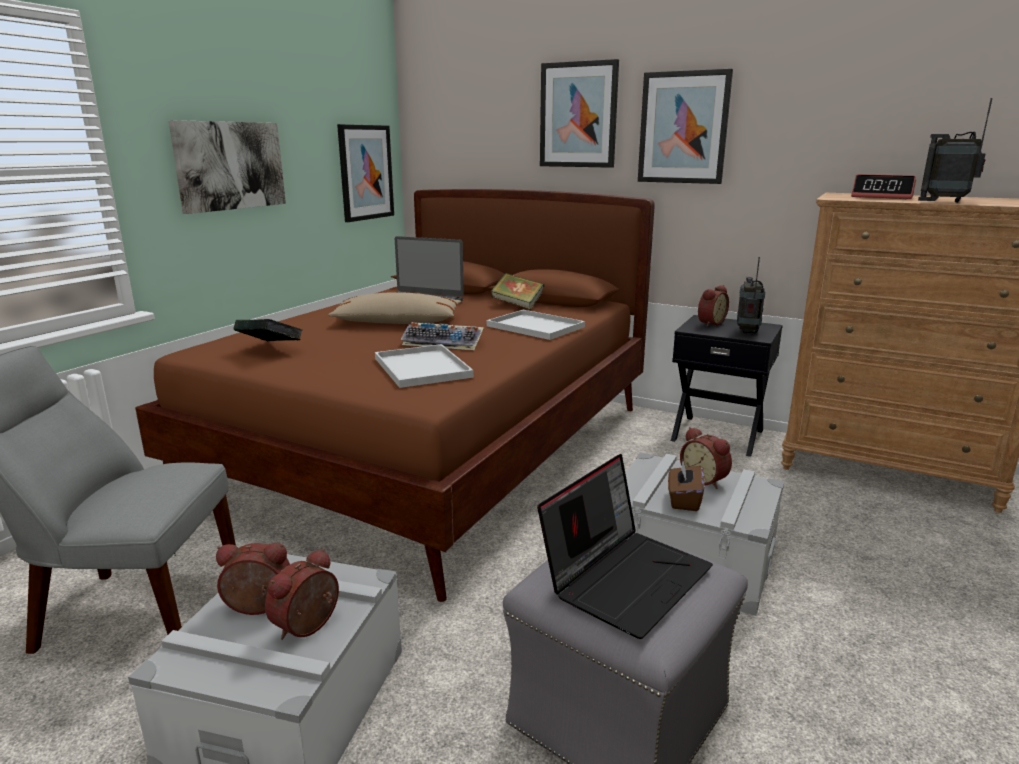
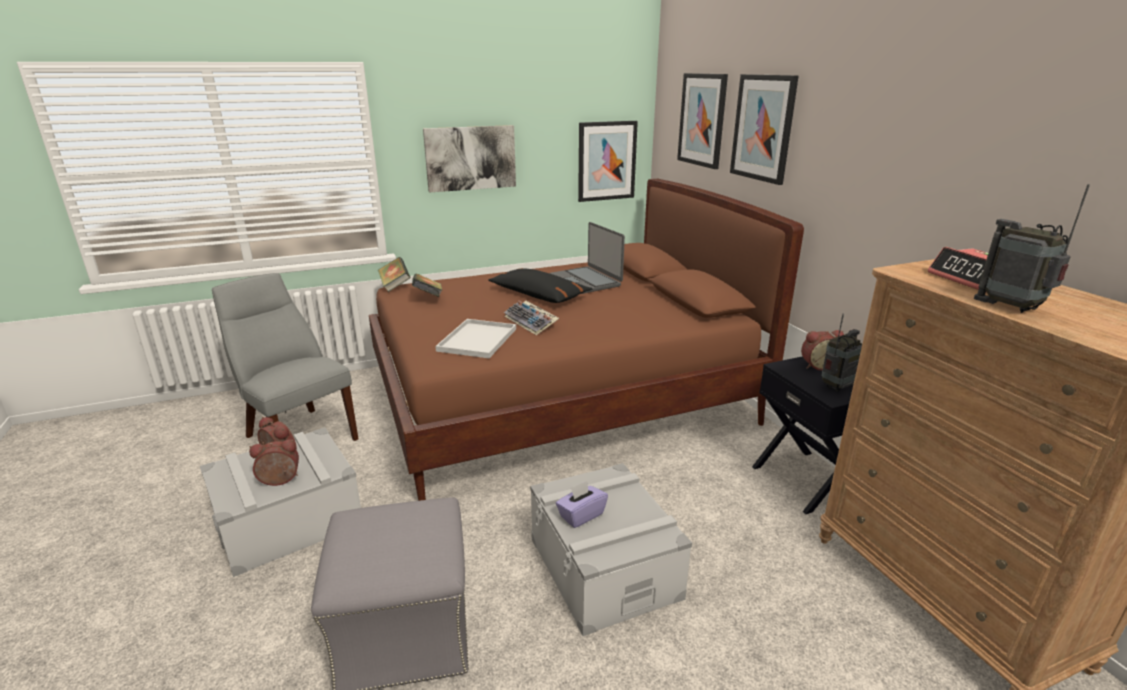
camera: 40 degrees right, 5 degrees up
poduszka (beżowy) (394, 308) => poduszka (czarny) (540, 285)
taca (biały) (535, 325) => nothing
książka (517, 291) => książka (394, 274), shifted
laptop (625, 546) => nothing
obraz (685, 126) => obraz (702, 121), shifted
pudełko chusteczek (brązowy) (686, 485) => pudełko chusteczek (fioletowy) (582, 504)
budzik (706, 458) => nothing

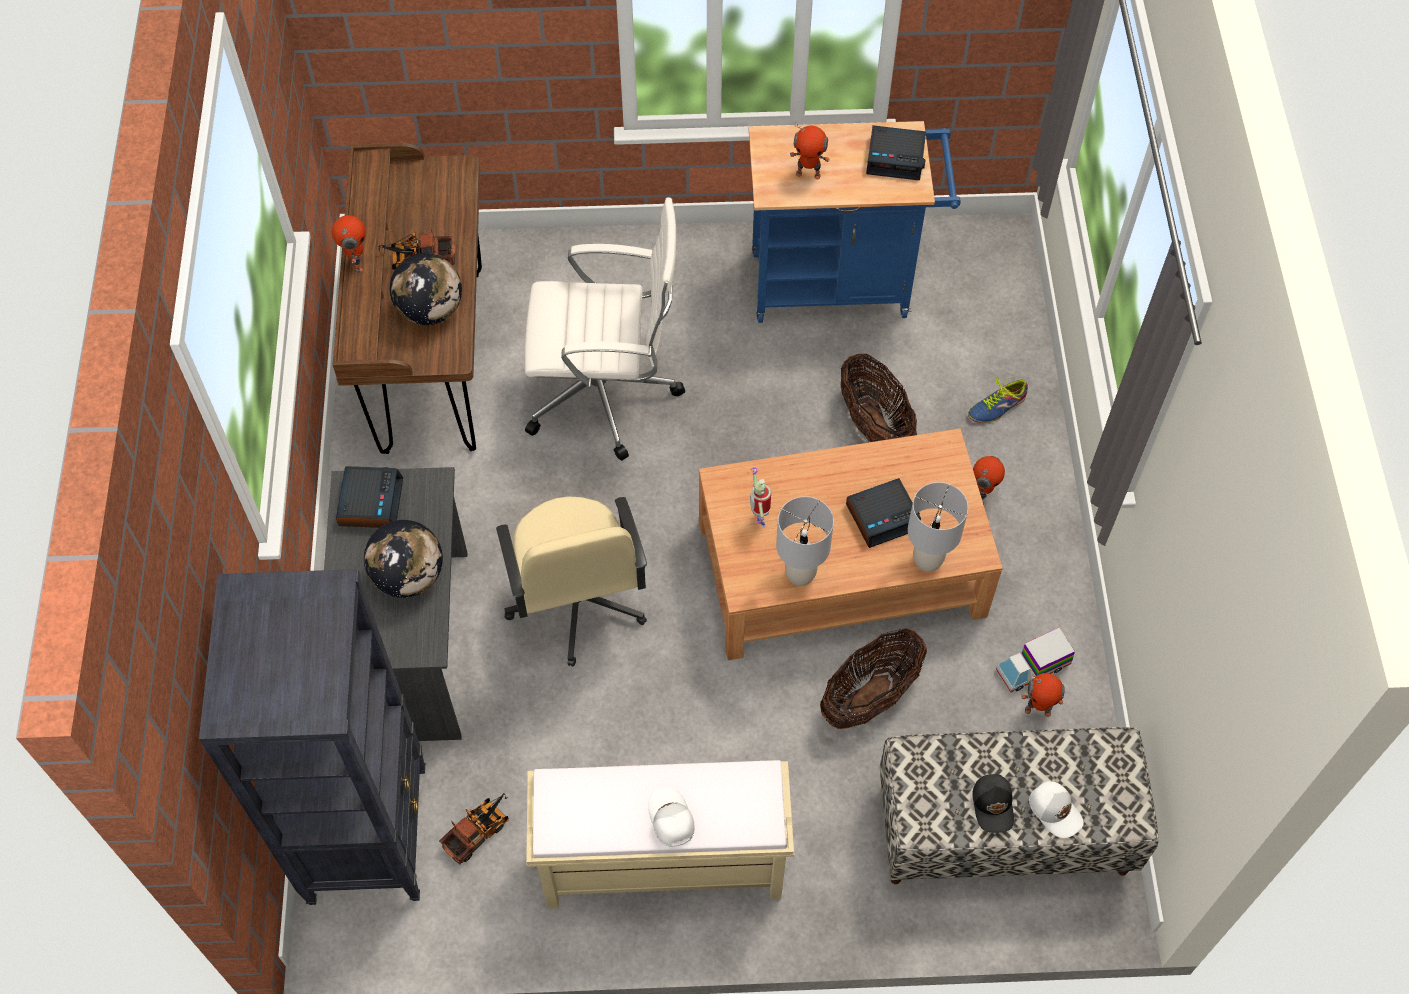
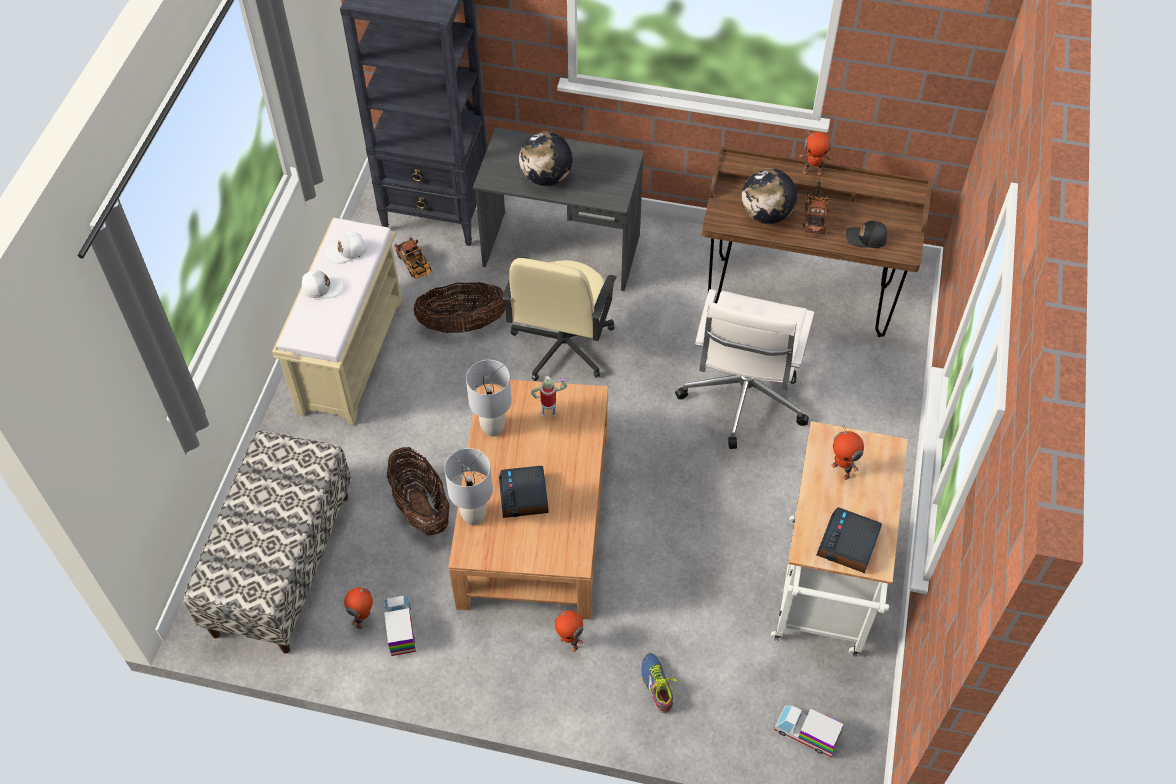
camera: 105 degrees right, 5 degrees down
budzik (369, 497) => nothing
krzesło biurowe (beżowy) (571, 581) => krzesło biurowe (beżowy) (559, 319), 75 degrees counterclockwise
wózek (niebieski) (855, 222) => wózek (biały) (839, 539)
robot zabawkowy (810, 151) => robot zabawkowy (848, 451), 60 degrees counterclockwise
koszyk (879, 398) => koszyk (459, 307), shifted
czapka z daszkiem (czarny) (993, 803) => czapka z daszkiem (czarny) (866, 234), shifted
czapka z daszkiem (biały) (1056, 809) => czapka z daszkiem (biały) (346, 248), shifted
nothing => ciężarówka zabawkowa (809, 731)

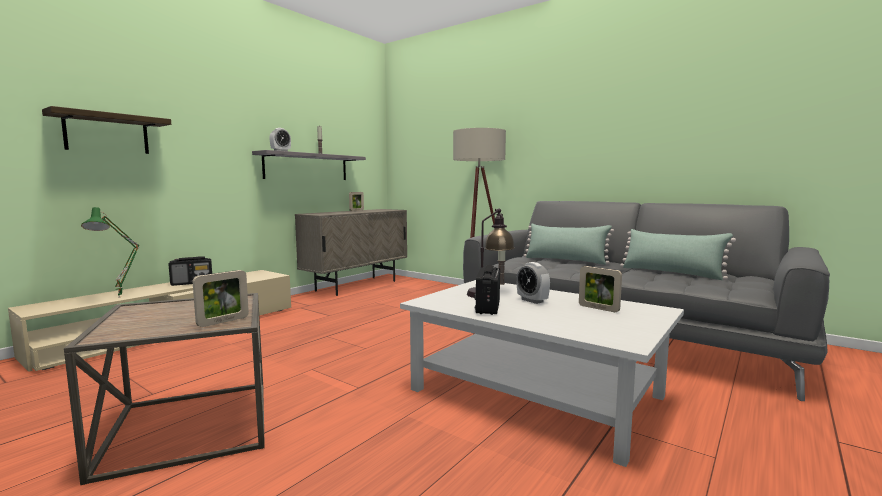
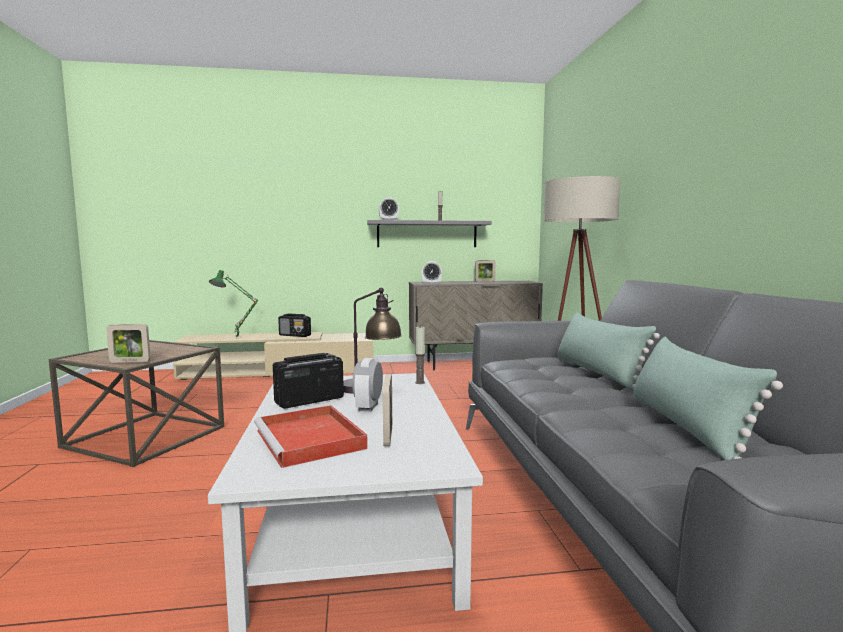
camera: 45 degrees right, 0 degrees up
półka (106, 130) => nothing
nothing => taca (czerwony) (311, 436)
nothing => budzik (432, 272)

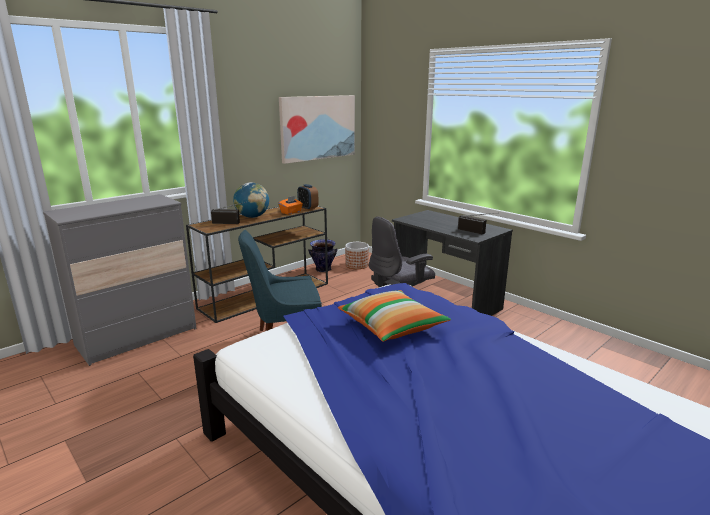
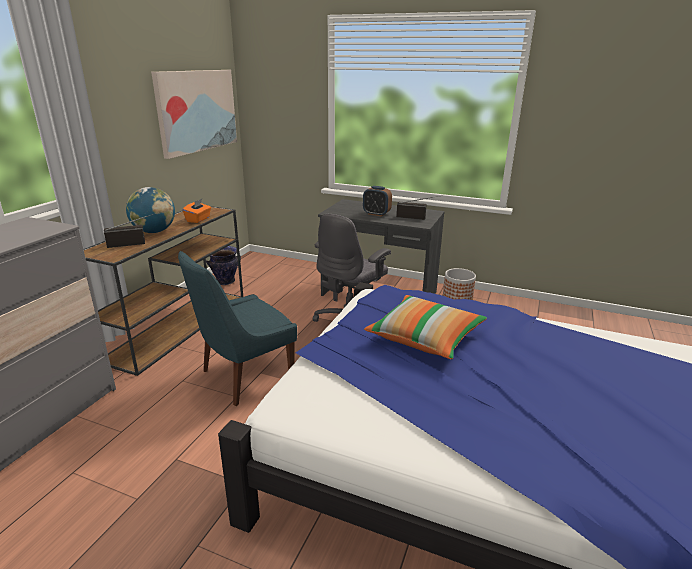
camera: 25 degrees left, 5 degrees up
budzik (308, 197) => budzik (377, 201), shifted
donica (357, 255) => donica (459, 284), shifted

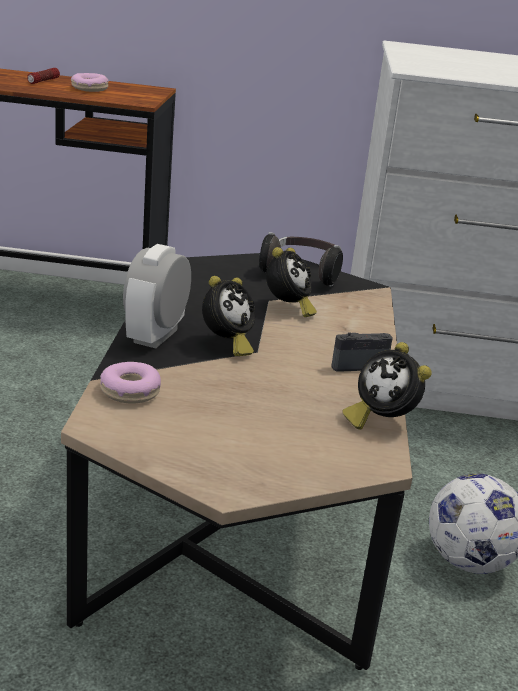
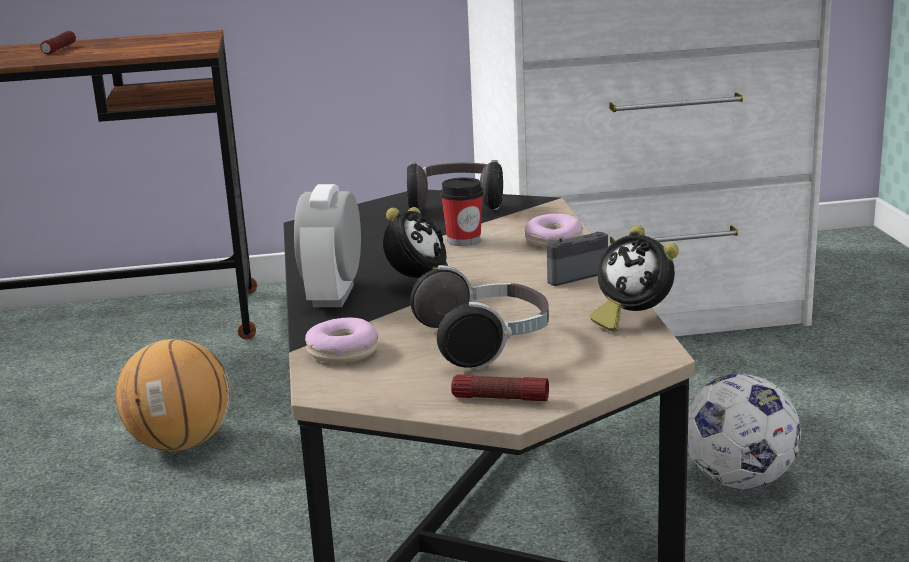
camera: 10 degrees left, 5 degrees down
donut (90, 82) => donut (554, 231), shifted
budzik (291, 282) => filiżanka (461, 211)
nothing => piłka do koszykówki (173, 395)
nothing => słuchawki (479, 318)
nothing => latarka (500, 387)

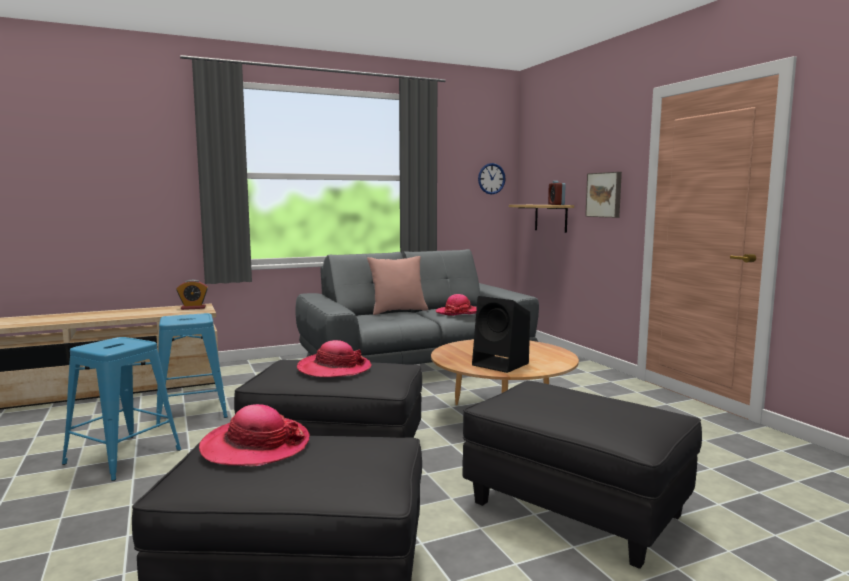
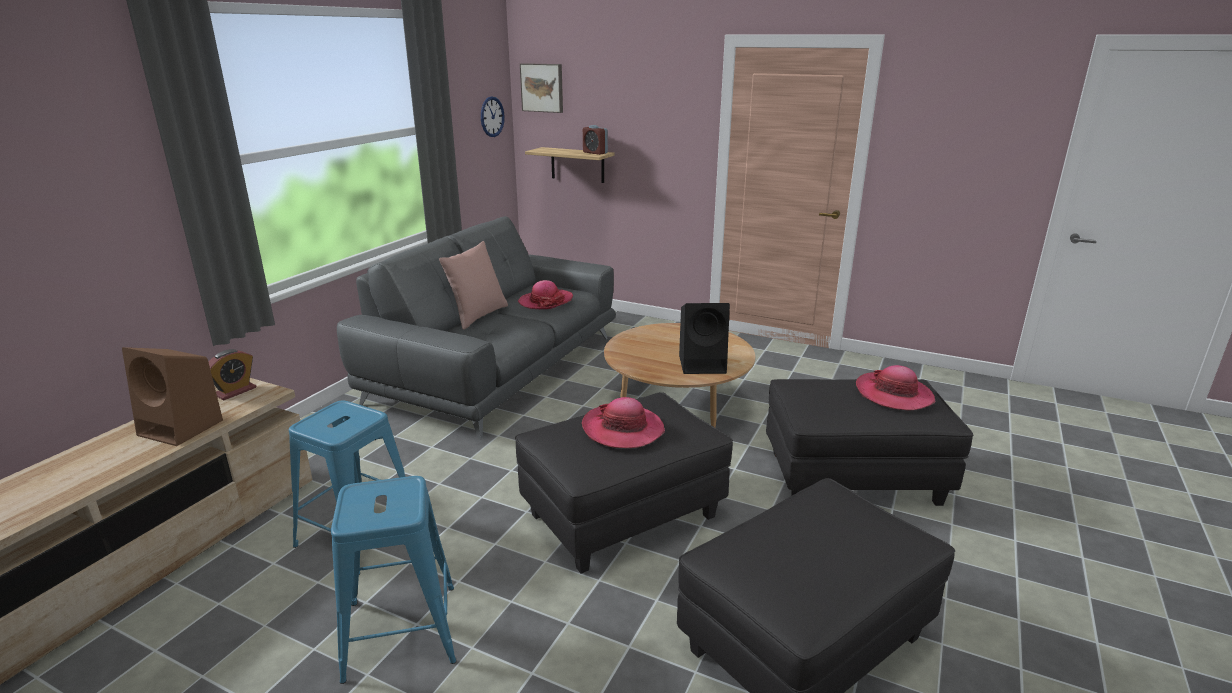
camera: 40 degrees left, 15 degrees up
kapelusz (254, 435) => kapelusz (896, 388), shifted
obraz (603, 195) => obraz (541, 88), shifted
nothing => głośnik (brązowy) (172, 396)

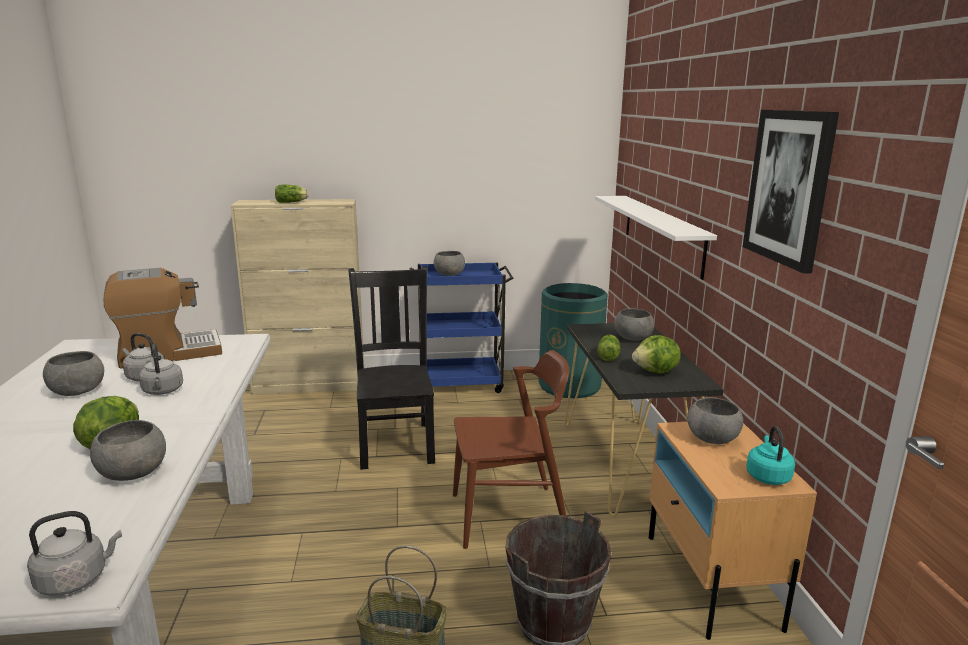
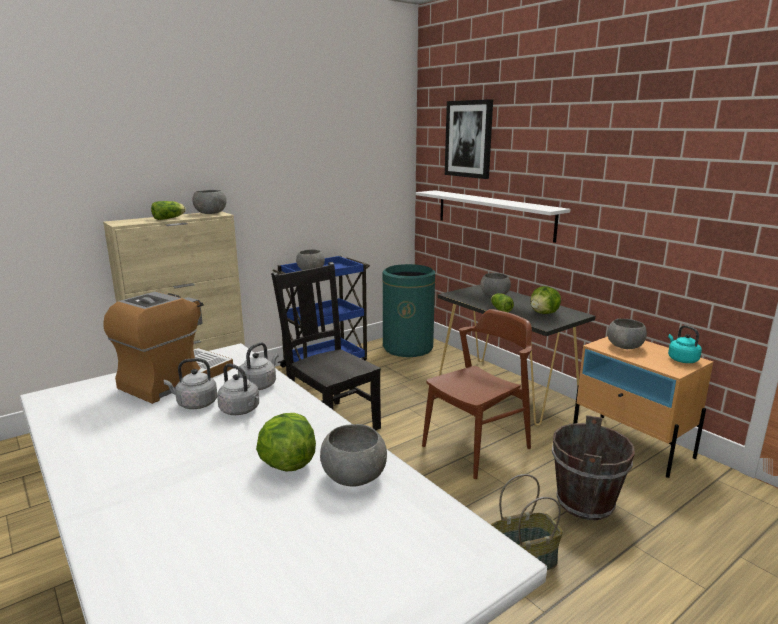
camera: 30 degrees left, 0 degrees up
czajnik (szary) (74, 553) => czajnik (szary) (258, 366), shifted
miska (szary) (73, 373) => miska (szary) (209, 202), shifted
obraz (791, 192) => obraz (469, 139), shifted

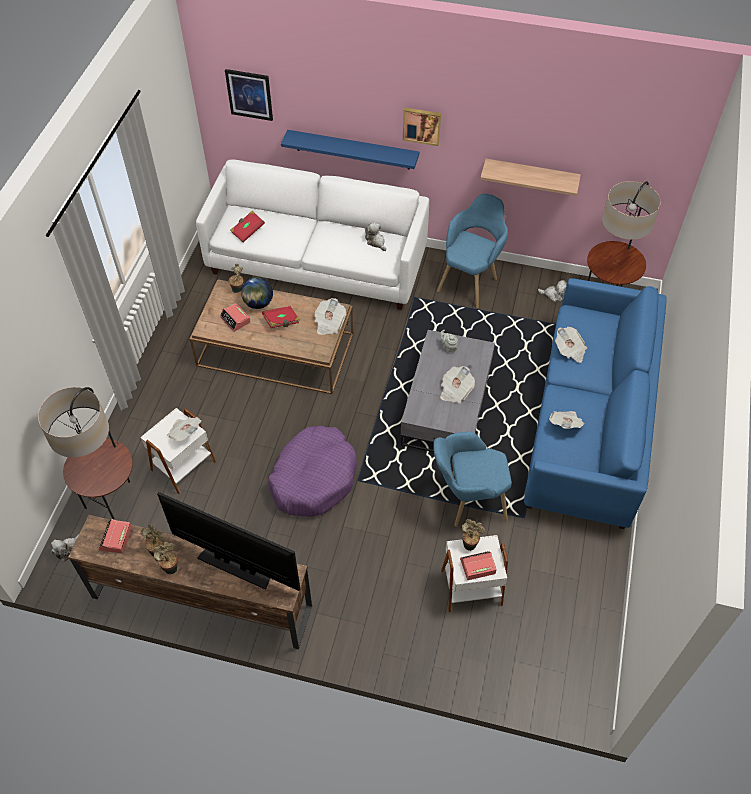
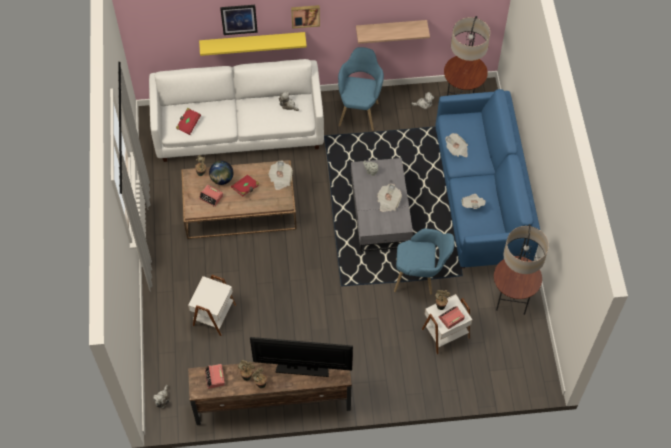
camera: 20 degrees left, 5 degrees up
lampa stojąca (85, 453) => lampa stojąca (521, 269), shifted
gazeta (184, 429) => nothing
obraz (249, 95) => obraz (239, 20), shifted
legowisko (fioletowy) (313, 471) => nothing
półka (niebieski) (350, 150) => półka (żółty) (253, 44)
fotel (niebieski) (473, 479) => fotel (niebieski) (424, 261), 150 degrees counterclockwise

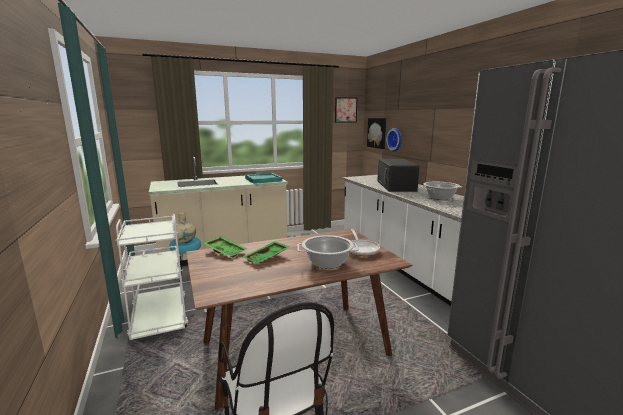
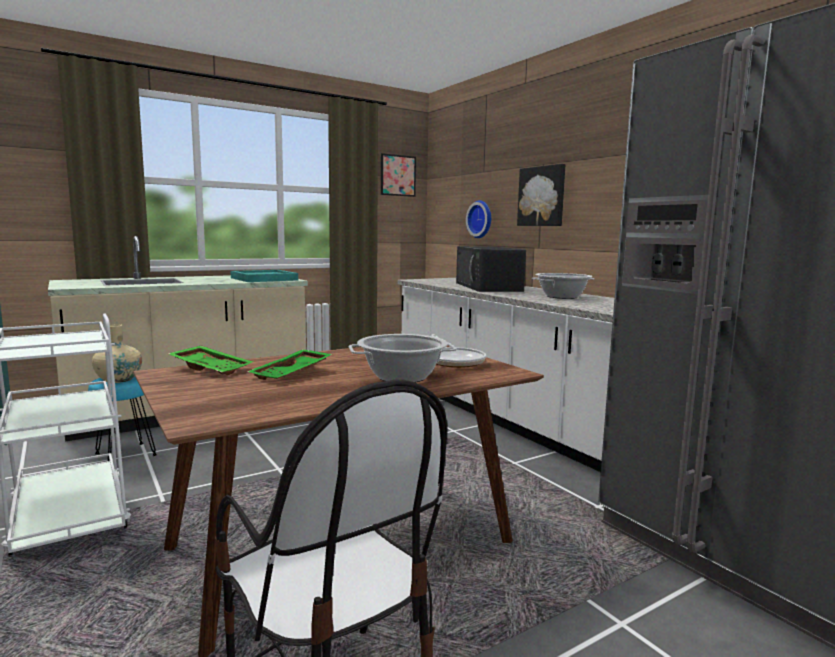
camera: 10 degrees left, 5 degrees down
obraz (376, 133) => obraz (541, 195), shifted

